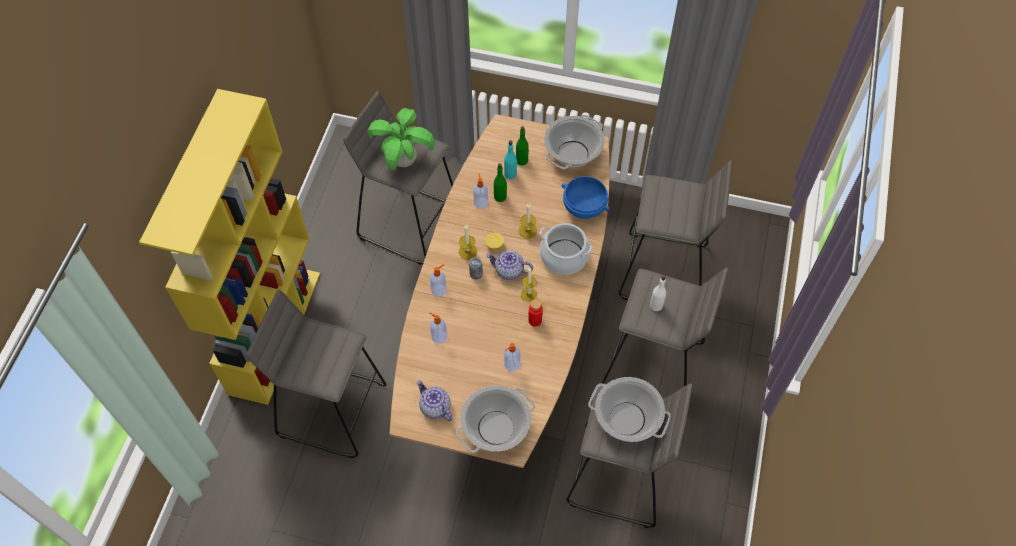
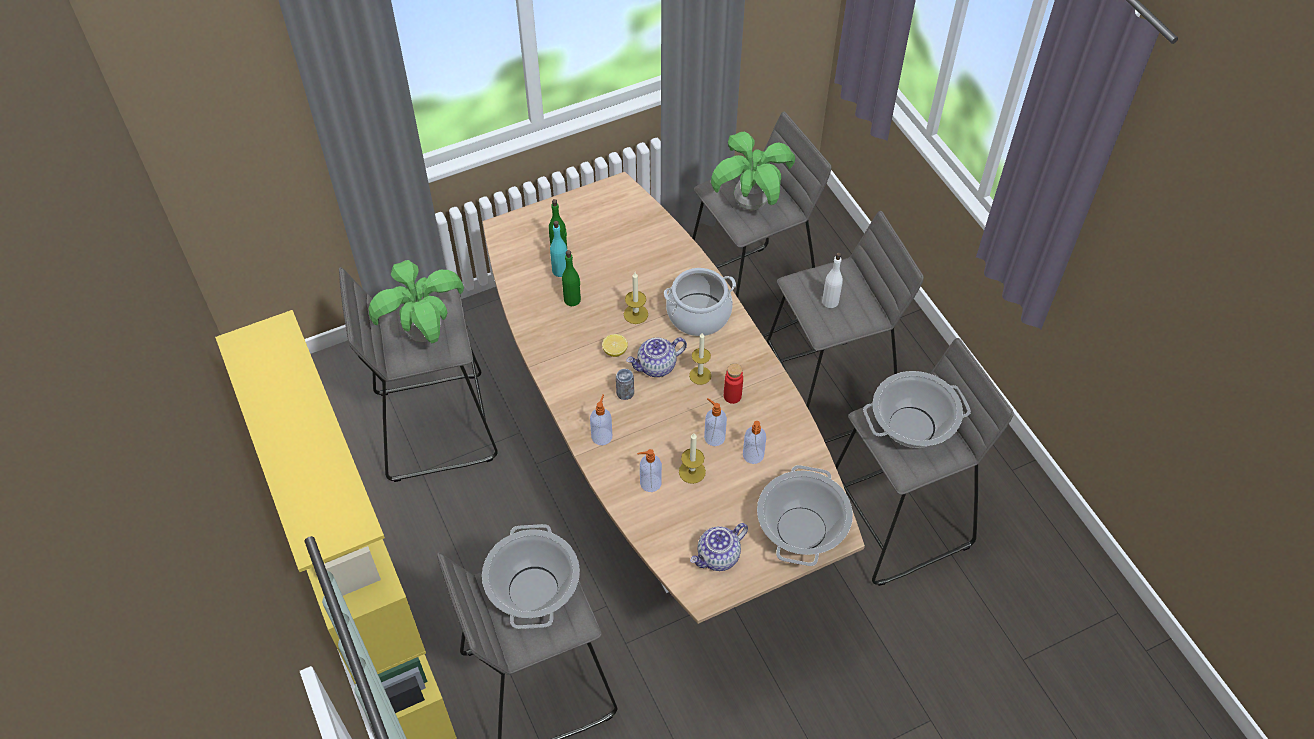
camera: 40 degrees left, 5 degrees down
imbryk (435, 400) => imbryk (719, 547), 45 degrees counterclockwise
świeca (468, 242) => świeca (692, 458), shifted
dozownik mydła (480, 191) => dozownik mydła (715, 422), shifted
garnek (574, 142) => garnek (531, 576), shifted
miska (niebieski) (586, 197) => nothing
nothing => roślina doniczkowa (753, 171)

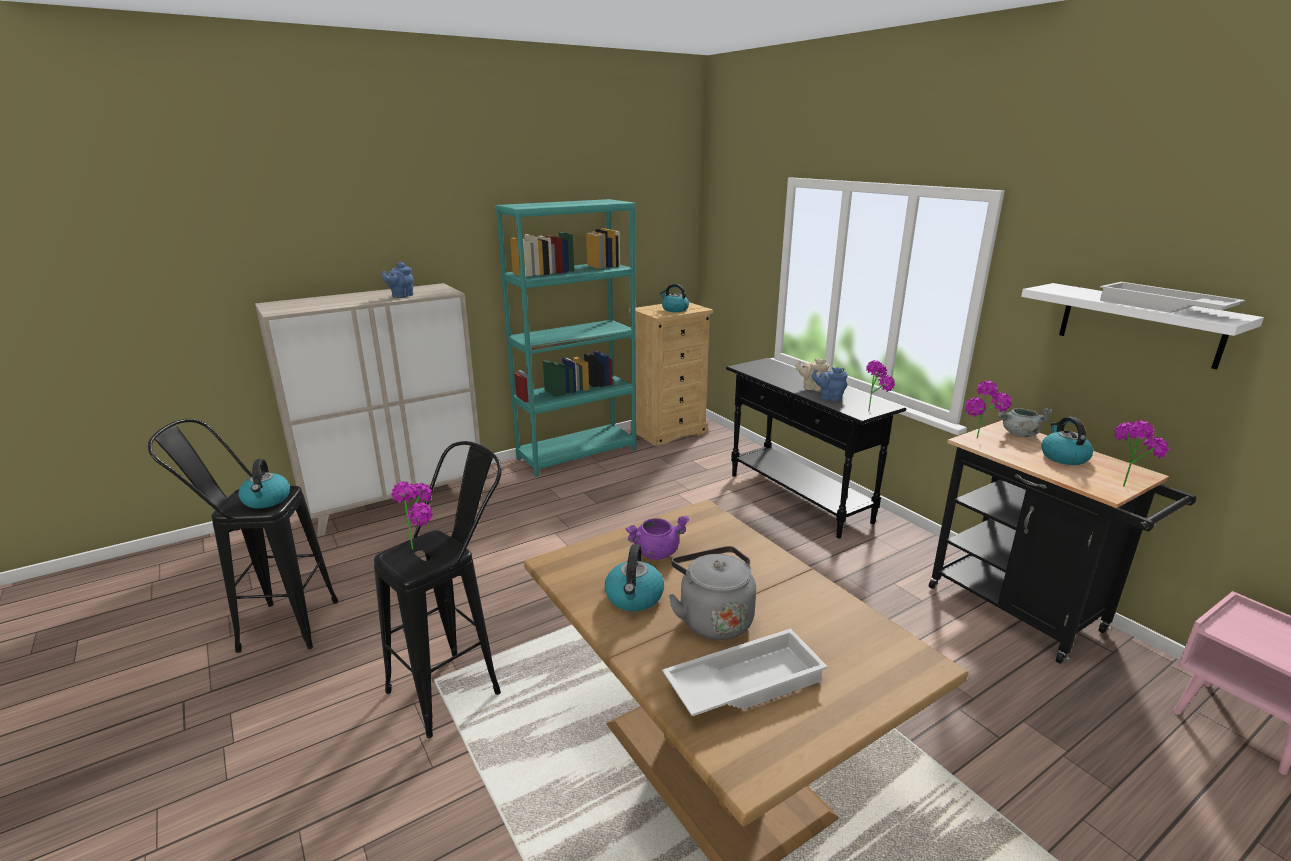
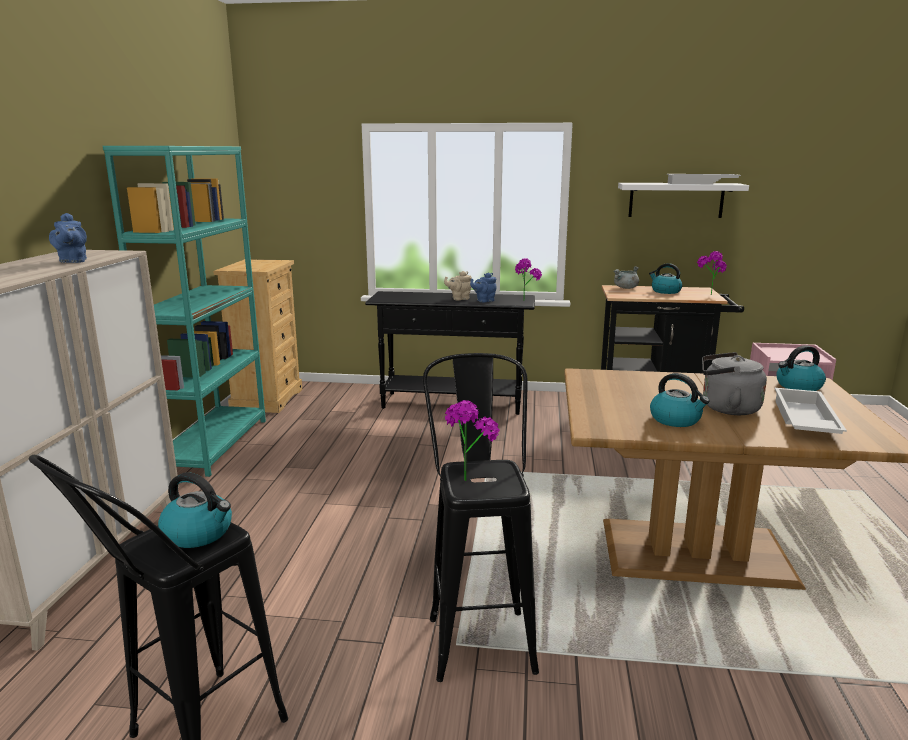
camera: 50 degrees left, 5 degrees down
garnek (fioletowy) (657, 537) => nothing
czajnik (674, 298) => czajnik (801, 368), shifted
roślina doniczkowa (988, 409) => nothing

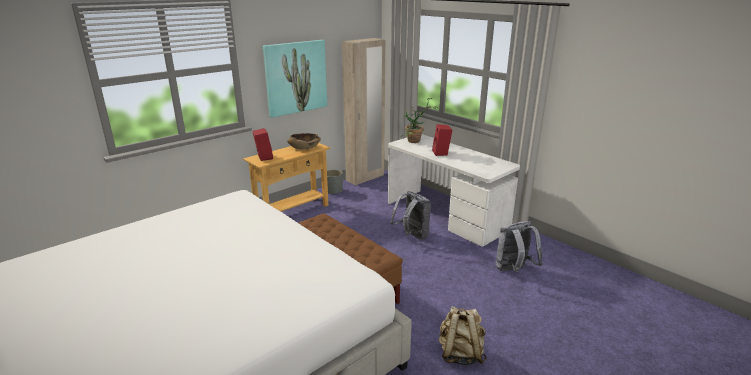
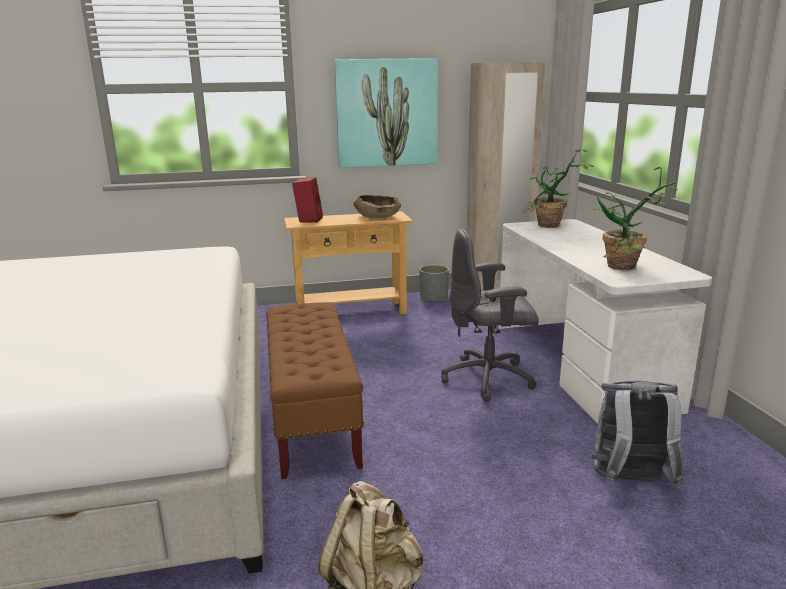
camera: 30 degrees right, 5 degrees down
plecak (szary) (410, 215) => krzesło biurowe (szary) (490, 315)
głośnik (czerwony) (442, 140) => nothing
nothing => roślina doniczkowa (635, 218)

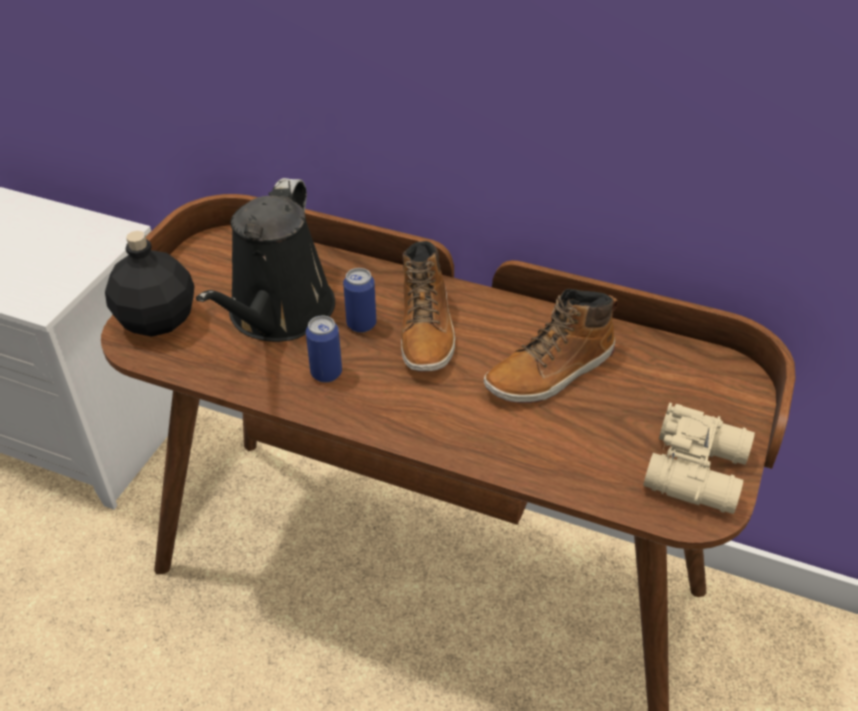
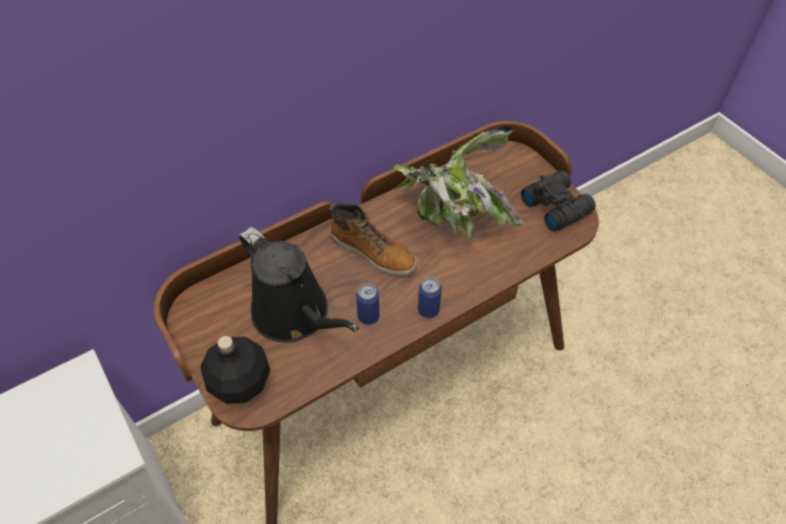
camera: 55 degrees left, 10 degrees up
puszka (359, 300) => puszka (430, 297), shifted
but z cholewką (551, 346) => roślina doniczkowa (457, 183)
lornetka (beżowy) (699, 458) => lornetka (czarny) (558, 201)

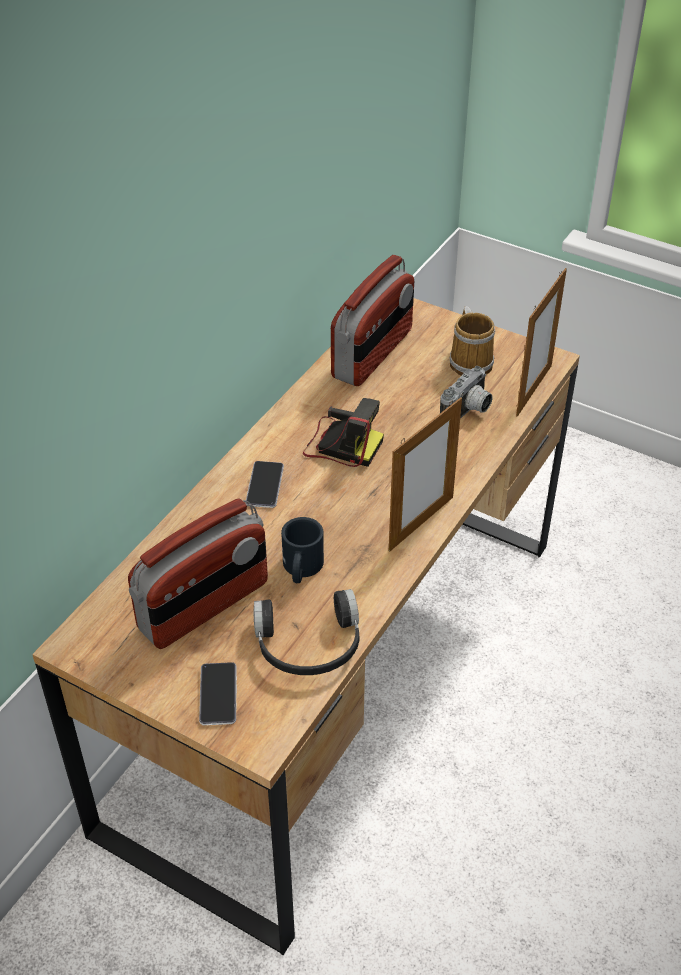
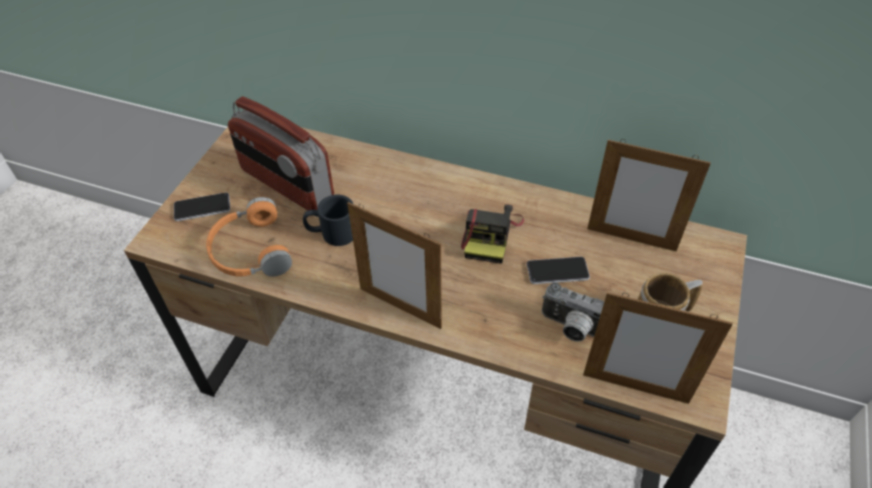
camera: 80 degrees right, 5 degrees up
telefon (264, 484) => telefon (558, 270), shifted
słuchawki (czarny) (306, 632) => słuchawki (pomarańczowy) (249, 236)
radio (372, 320) => ramka na zdjęcie (649, 195)

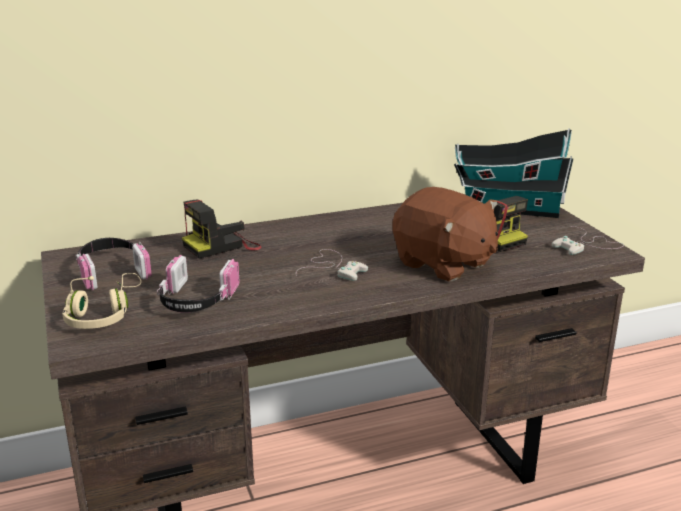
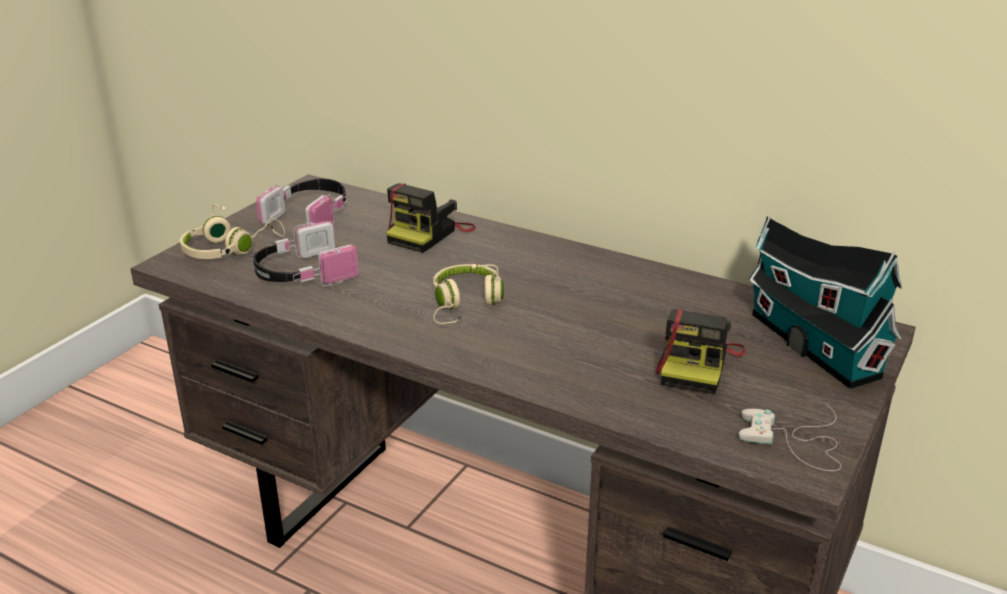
camera: 50 degrees right, 5 degrees up
aparat fotograficzny (222, 229) => aparat fotograficzny (431, 218), 75 degrees counterclockwise
pad do gier (biały) (332, 265) => słuchawki (beżowy) (468, 294)
pluszak (brązowy) (445, 234) => nothing

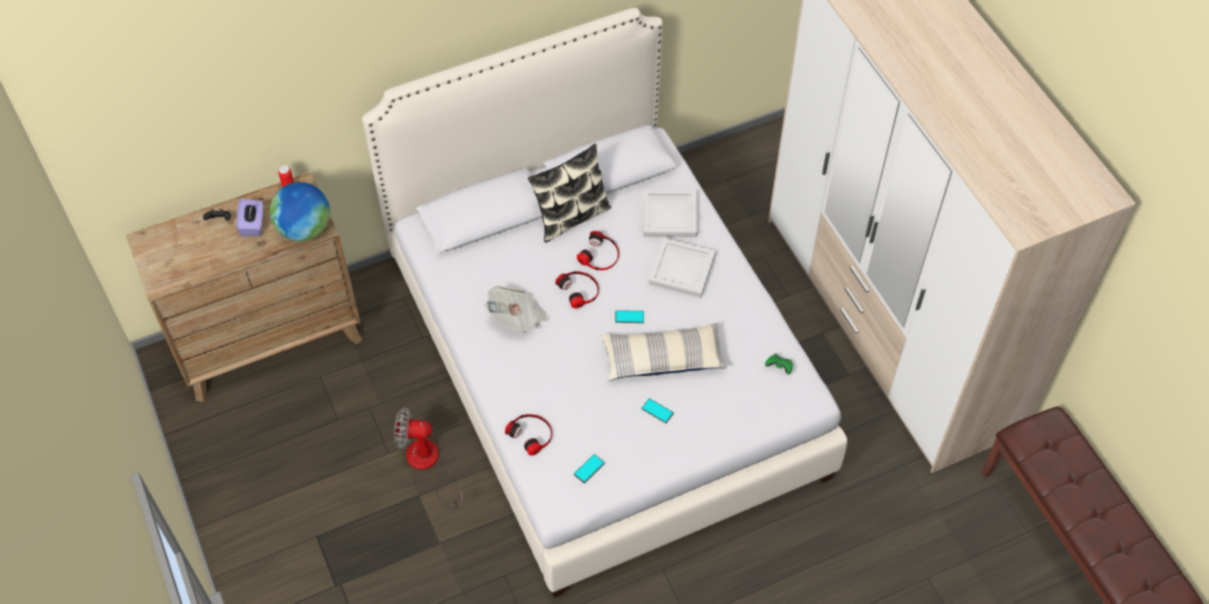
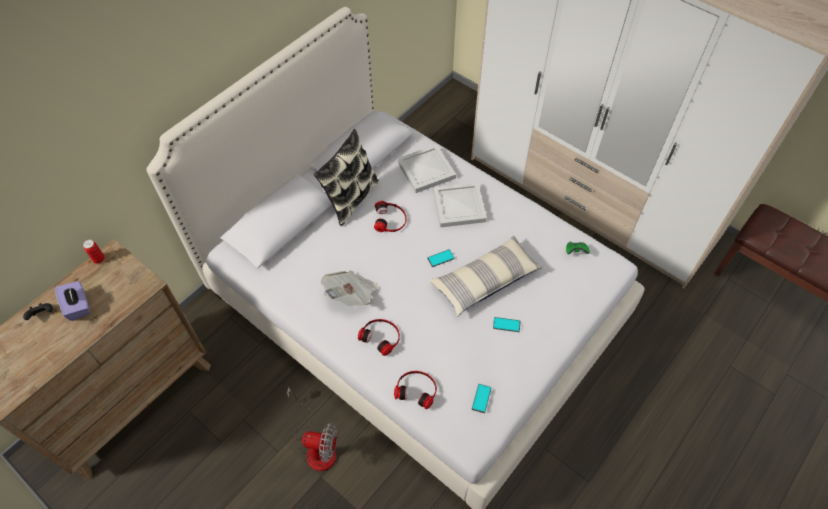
camera: 25 degrees left, 0 degrees up
globus (300, 211) => nothing
wentylator (428, 458) => wentylator (312, 429), 150 degrees counterclockwise
słuchawki (577, 289) => słuchawki (379, 337), shifted

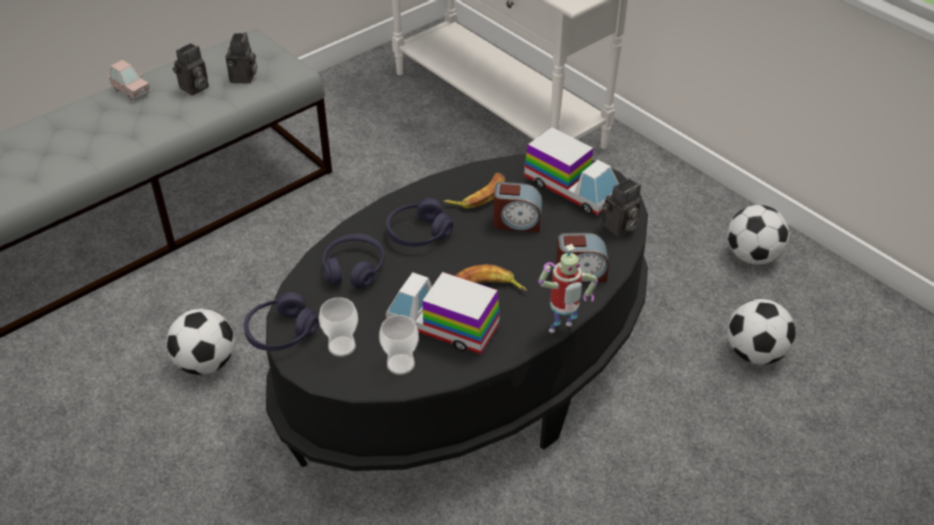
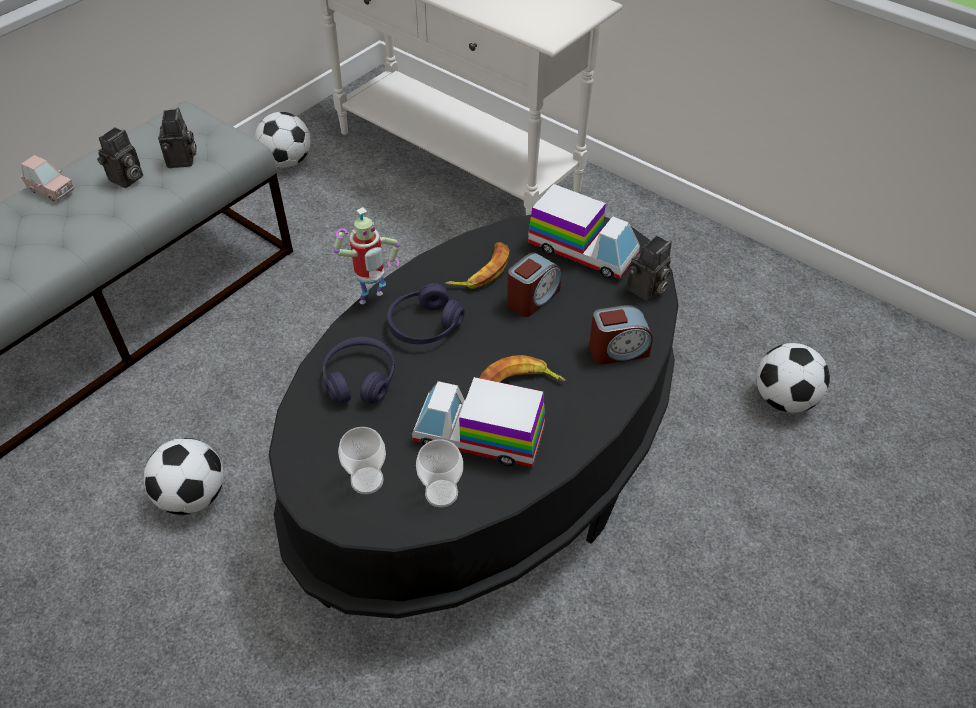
camera: 10 degrees left, 5 degrees up
słuchawki (fioletowy) (281, 321) => nothing
budzik (517, 207) => budzik (534, 284), 45 degrees counterclockwise
robot zabawkowy (568, 288) => robot zabawkowy (367, 255), shifted
piłka futbolowa (758, 235) => piłka futbolowa (283, 140), shifted

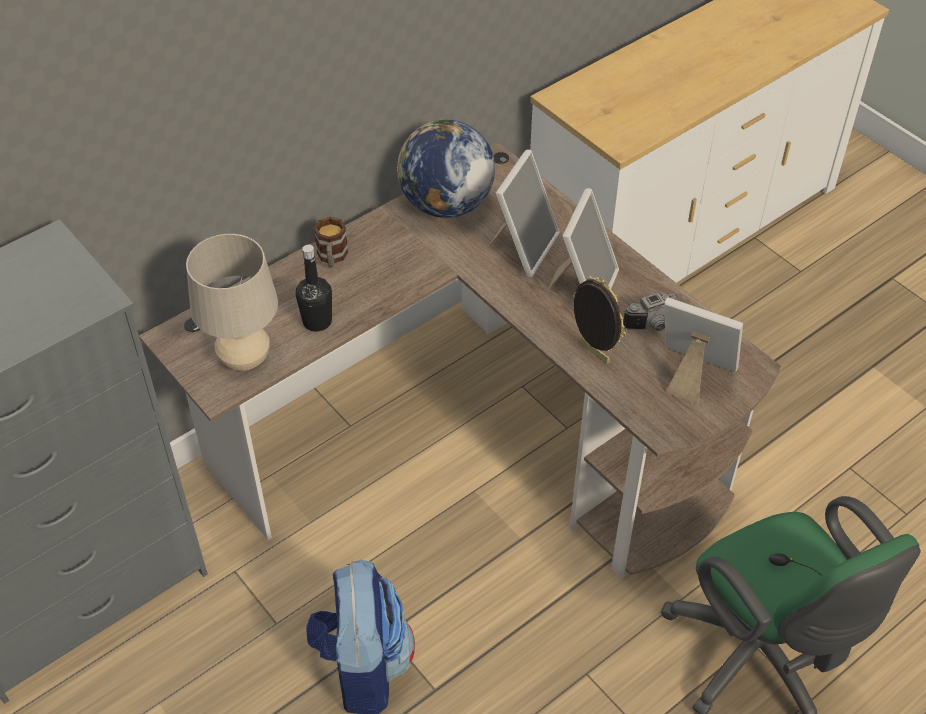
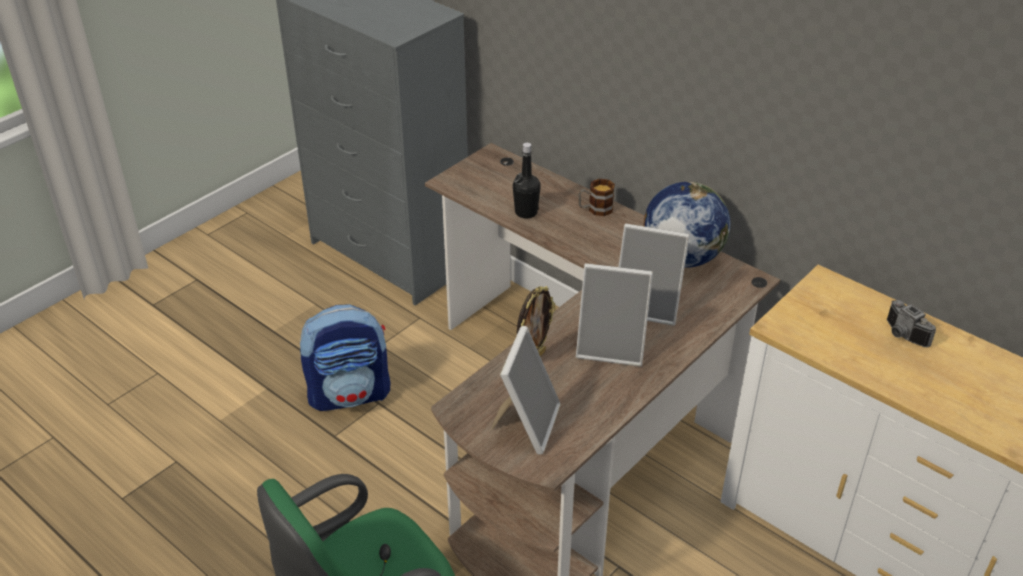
camera: 80 degrees right, 10 degrees down
lampa stołowa (beżowy) (232, 302) => nothing
aparat fotograficzny (650, 312) => aparat fotograficzny (911, 323), shifted

